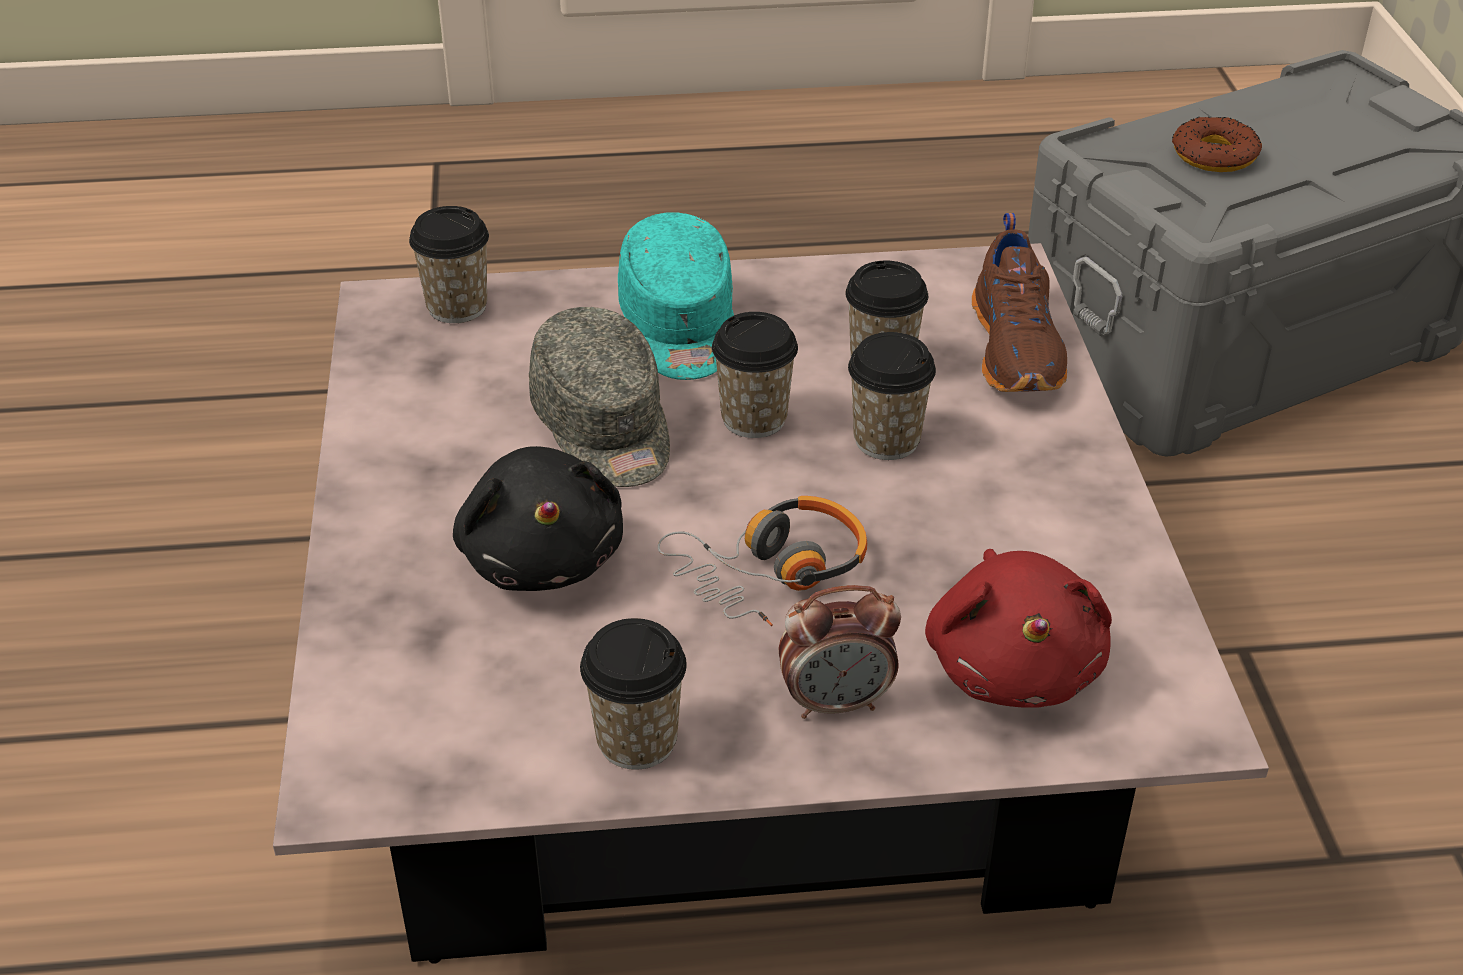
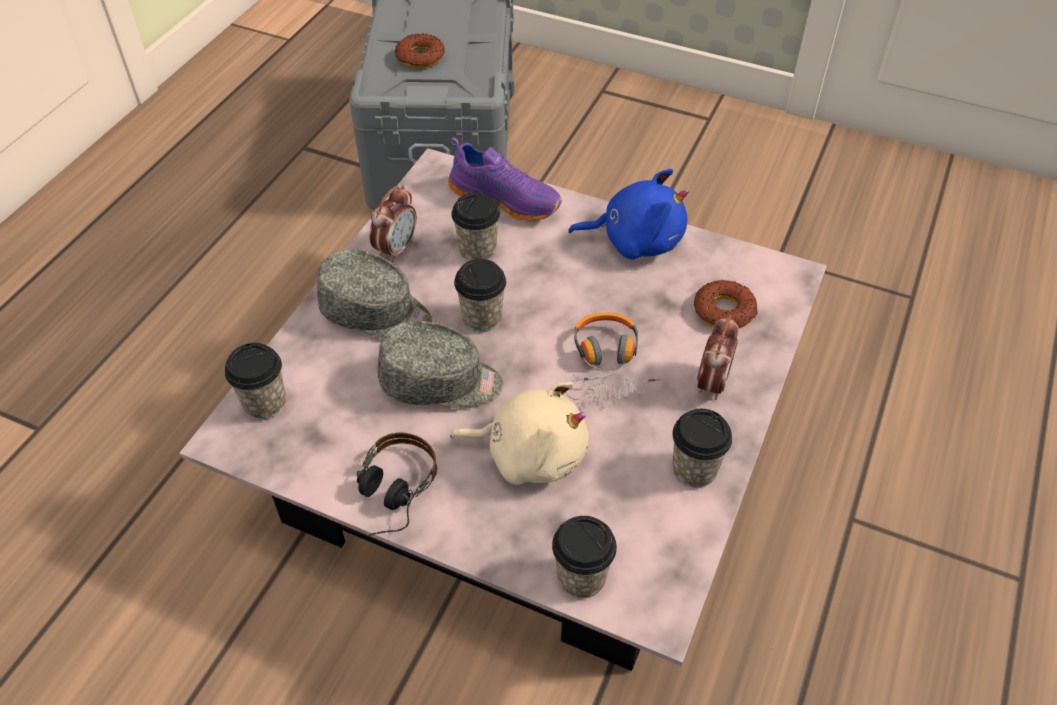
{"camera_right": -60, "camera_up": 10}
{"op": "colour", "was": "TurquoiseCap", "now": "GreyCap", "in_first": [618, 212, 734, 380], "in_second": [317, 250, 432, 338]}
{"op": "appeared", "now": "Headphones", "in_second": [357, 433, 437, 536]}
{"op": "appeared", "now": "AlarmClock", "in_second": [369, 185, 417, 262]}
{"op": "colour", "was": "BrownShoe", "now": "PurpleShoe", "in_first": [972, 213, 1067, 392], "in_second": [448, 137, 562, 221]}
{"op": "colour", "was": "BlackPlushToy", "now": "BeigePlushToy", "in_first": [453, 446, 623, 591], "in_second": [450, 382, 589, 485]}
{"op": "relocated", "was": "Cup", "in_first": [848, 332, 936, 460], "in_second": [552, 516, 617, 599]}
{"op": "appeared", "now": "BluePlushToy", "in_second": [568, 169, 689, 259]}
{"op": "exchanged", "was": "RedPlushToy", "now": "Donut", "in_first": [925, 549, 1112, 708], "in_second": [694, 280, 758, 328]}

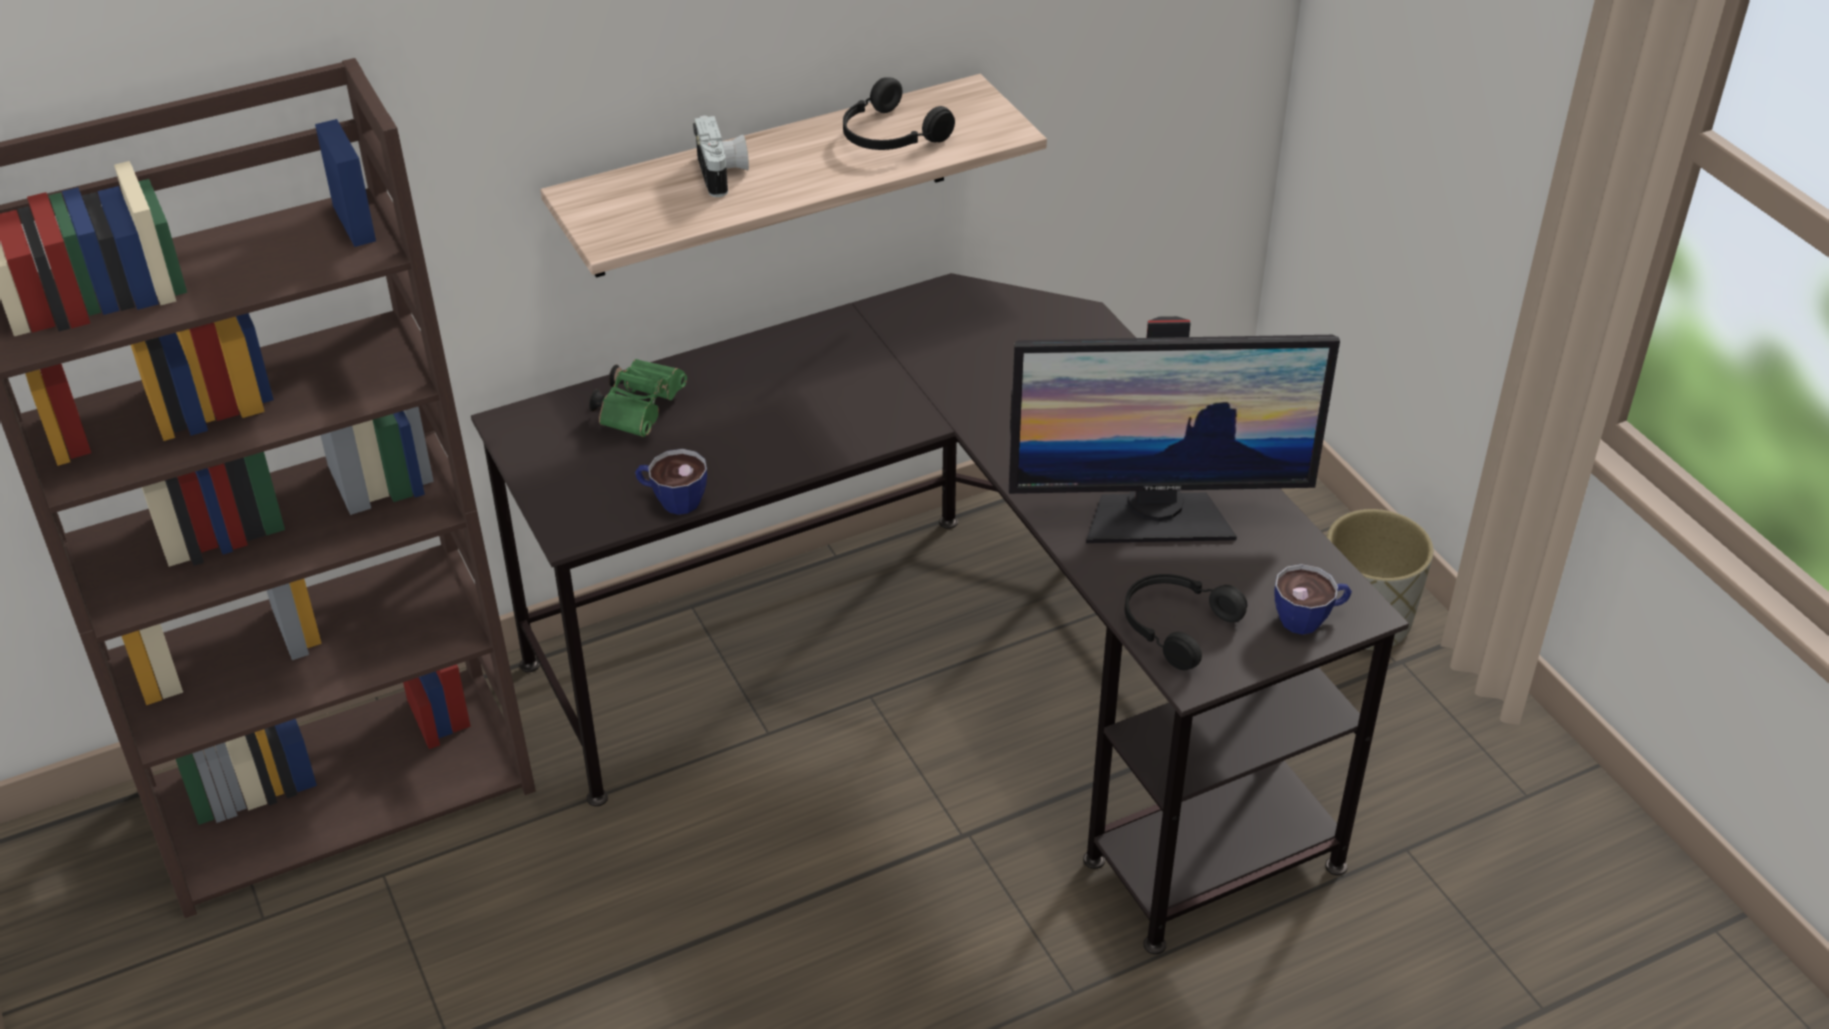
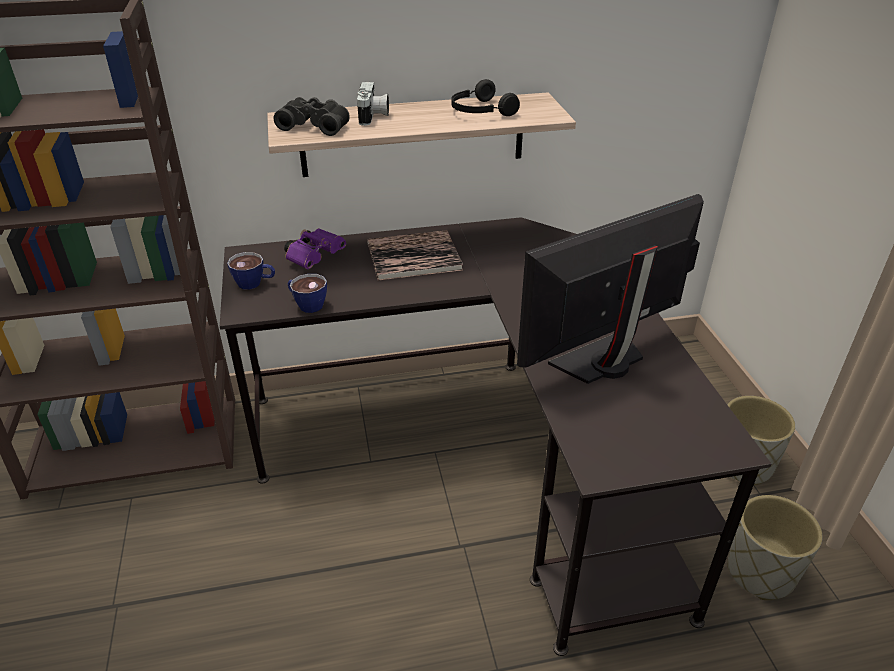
{"camera_right": 15, "camera_up": -5}
{"op": "relocated", "was": "Cup", "in_first": [1274, 564, 1352, 635], "in_second": [227, 252, 275, 290]}
{"op": "appeared", "now": "BlackBinoculars", "in_second": [274, 97, 350, 136]}
{"op": "colour", "was": "GreenBinoculars", "now": "PurpleBinoculars", "in_first": [589, 359, 687, 437], "in_second": [284, 228, 346, 269]}
{"op": "appeared", "now": "Book", "in_second": [367, 230, 463, 280]}
{"op": "spun", "was": "Monitor", "in_first": [1009, 316, 1340, 543], "in_second": [517, 194, 704, 384], "clockwise": 135}
{"op": "appeared", "now": "GreyPlanter", "in_second": [727, 495, 822, 600]}
{"op": "missing", "was": "BlackHeadphones", "in_first": [1124, 574, 1247, 670]}

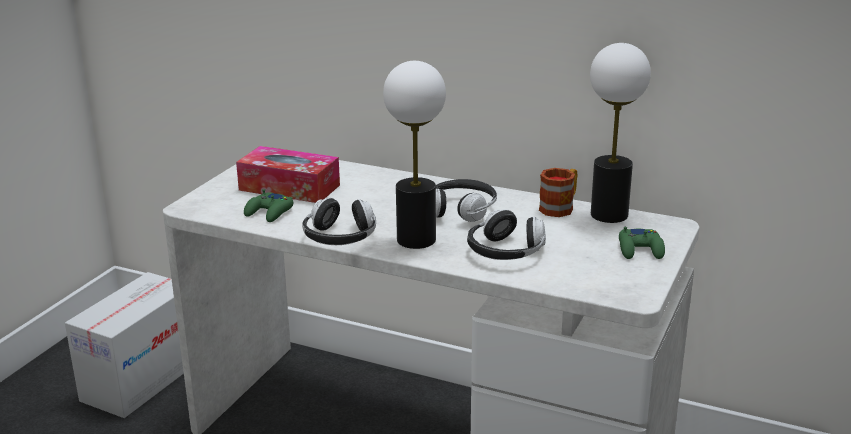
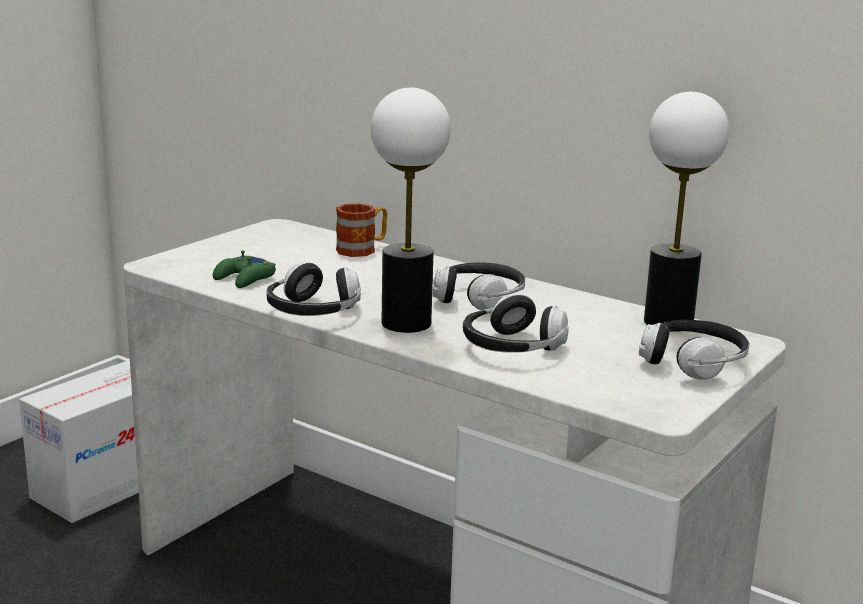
{"camera_right": 10, "camera_up": -5}
{"op": "relocated", "was": "Mug", "in_first": [539, 168, 578, 217], "in_second": [336, 203, 387, 257]}
{"op": "exchanged", "was": "GreenGameController", "now": "Headphones", "in_first": [619, 227, 665, 259], "in_second": [639, 320, 749, 380]}
{"op": "missing", "was": "TissueBox", "in_first": [236, 146, 340, 203]}

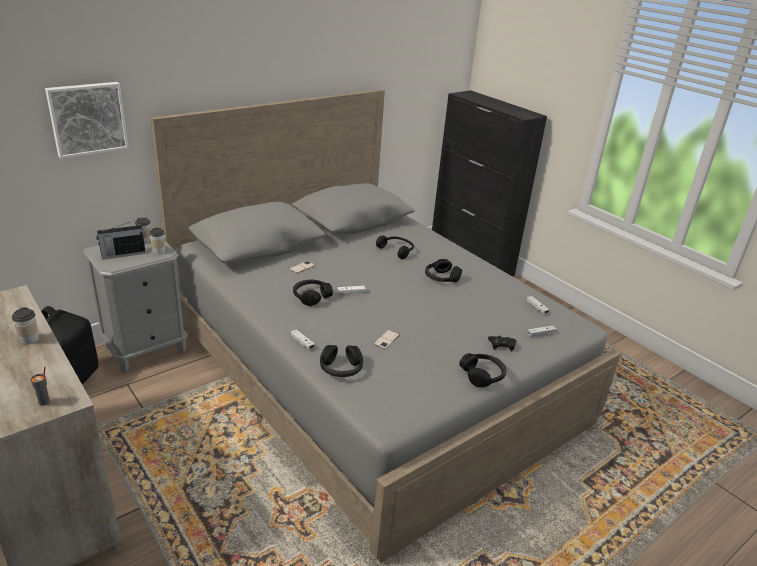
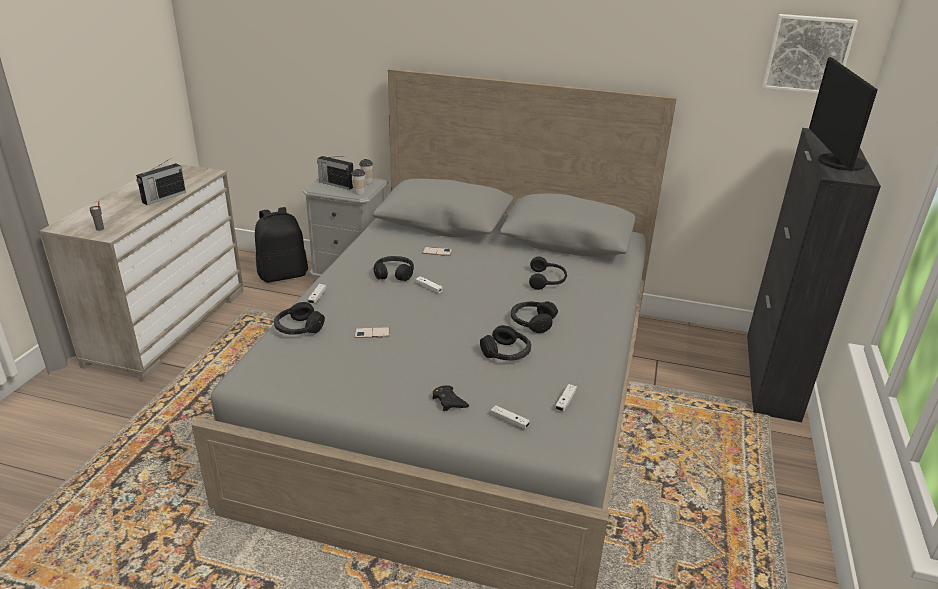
{"camera_right": 55, "camera_up": 0}
{"op": "exchanged", "was": "Cup", "now": "Radio", "in_first": [12, 307, 39, 344], "in_second": [136, 159, 186, 205]}
{"op": "relocated", "was": "BlackHeadphones", "in_first": [459, 353, 507, 388], "in_second": [480, 325, 531, 360]}
{"op": "relocated", "was": "Picture", "in_first": [45, 82, 129, 159], "in_second": [763, 14, 858, 93]}
{"op": "appeared", "now": "Monitor", "in_second": [809, 57, 878, 172]}

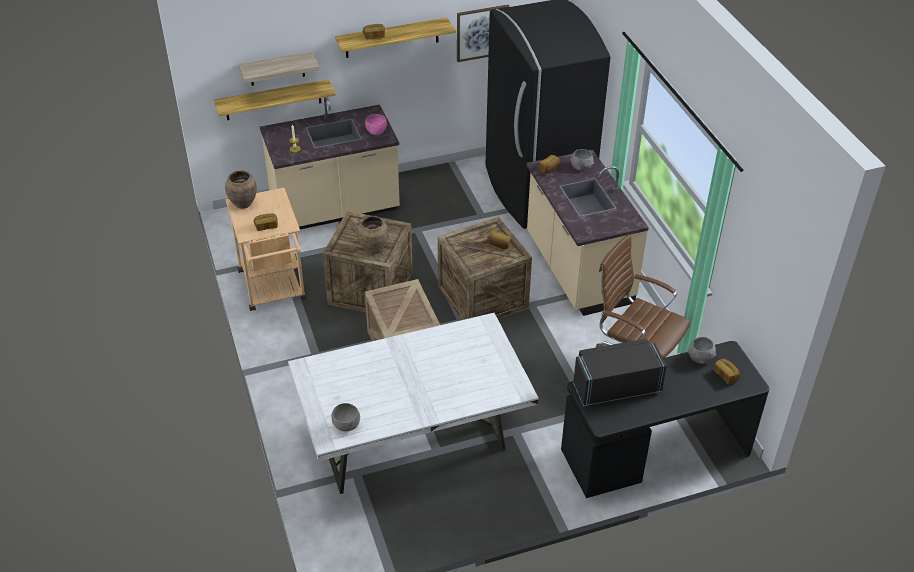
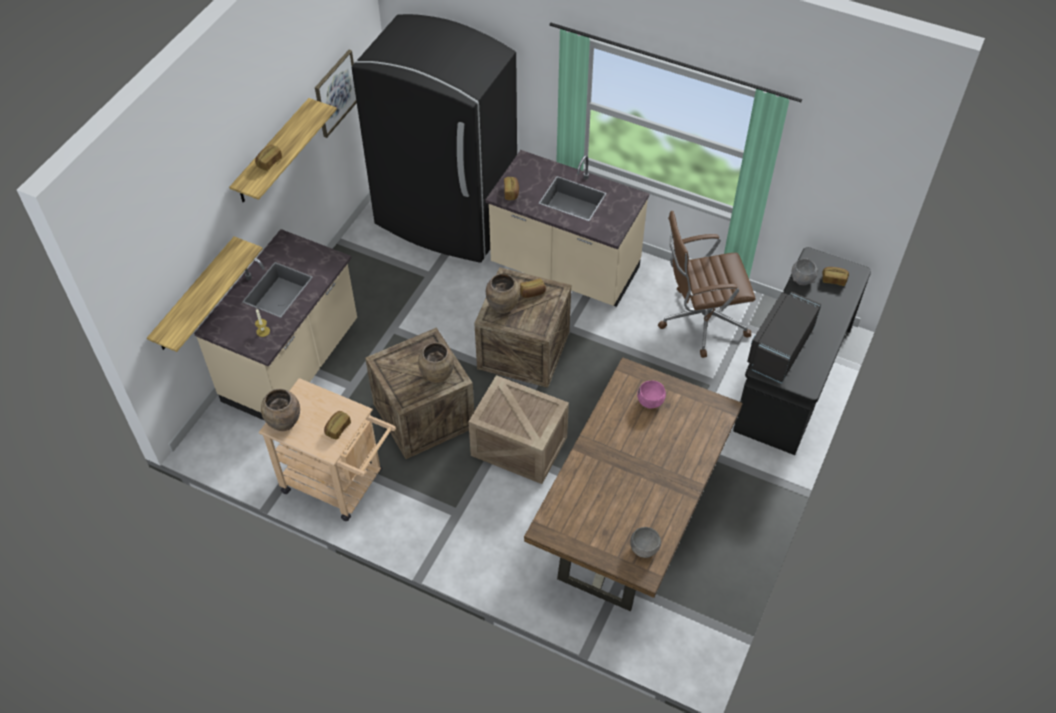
{"camera_right": -45, "camera_up": 10}
{"op": "appeared", "now": "BrownVase", "in_second": [486, 273, 520, 314]}
{"op": "colour", "was": "WhiteDiningTable", "now": "BrownDiningTable", "in_first": [288, 313, 539, 494], "in_second": [524, 357, 743, 611]}
{"op": "relocated", "was": "PinkBowl", "in_first": [365, 114, 387, 135], "in_second": [637, 381, 666, 408]}
{"op": "missing", "was": "Shelf", "in_first": [238, 52, 320, 86]}
{"op": "missing", "was": "GreyBowl", "in_first": [570, 149, 594, 171]}

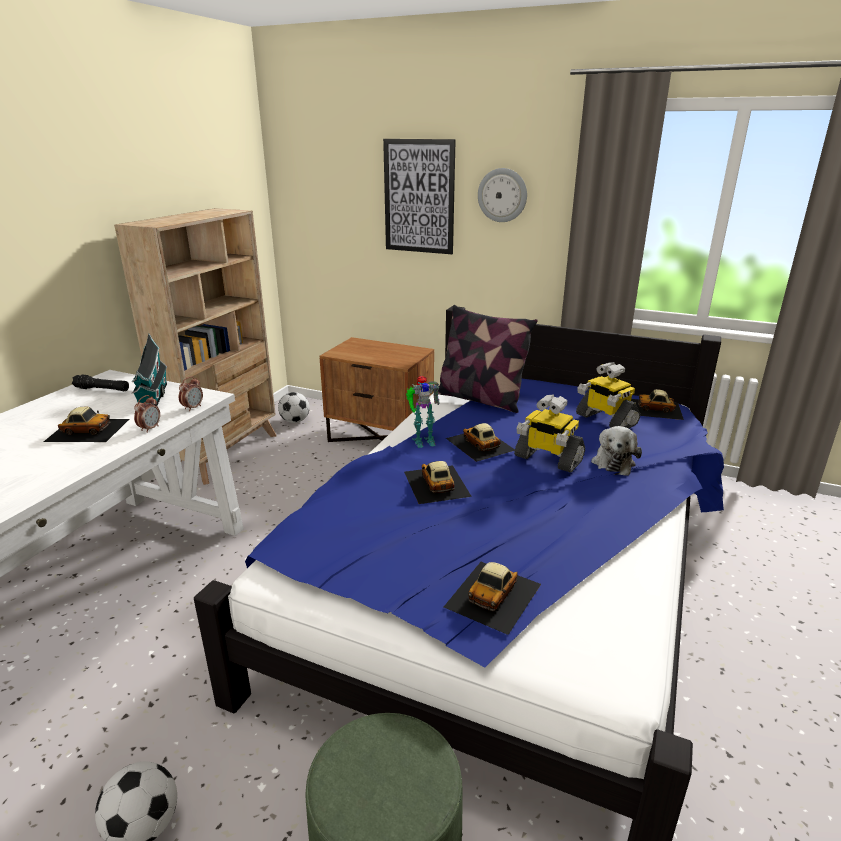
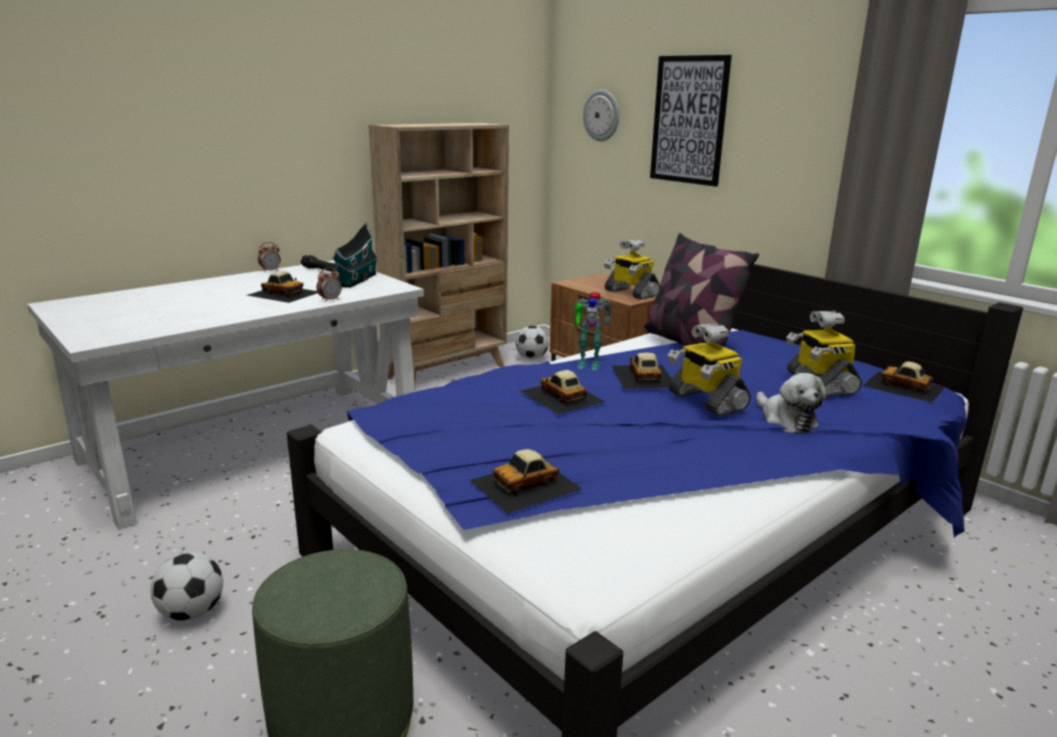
{"camera_right": 25, "camera_up": -5}
{"op": "relocated", "was": "AlarmClock", "in_first": [179, 376, 203, 411], "in_second": [258, 242, 281, 272]}
{"op": "spun", "was": "ToyCar", "in_first": [404, 461, 472, 504], "in_second": [520, 370, 605, 414], "clockwise": -45}
{"op": "relocated", "was": "WallClock", "in_first": [478, 168, 527, 222], "in_second": [583, 89, 619, 141]}
{"op": "appeared", "now": "ToyRobot", "in_second": [604, 239, 660, 300]}
{"op": "spun", "was": "PlushToy", "in_first": [591, 426, 642, 476], "in_second": [756, 373, 826, 434], "clockwise": -60}

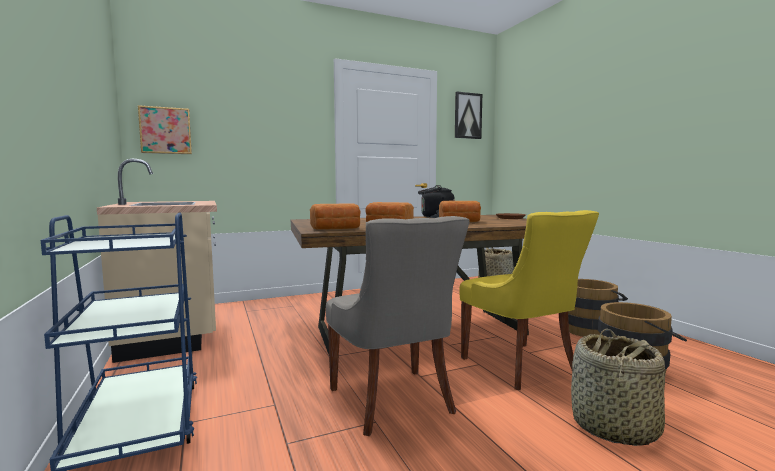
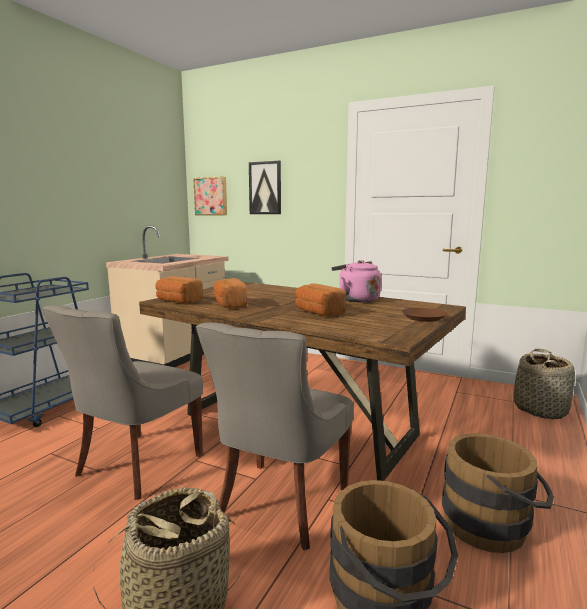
{"camera_right": 50, "camera_up": 5}
{"op": "colour", "was": "YellowChair", "now": "GreyChair", "in_first": [459, 210, 599, 390], "in_second": [196, 322, 353, 550]}
{"op": "relocated", "was": "Picture", "in_first": [455, 92, 482, 139], "in_second": [249, 161, 281, 214]}
{"op": "colour", "was": "BlackKettle", "now": "PinkKettle", "in_first": [418, 185, 455, 218], "in_second": [332, 260, 381, 302]}

